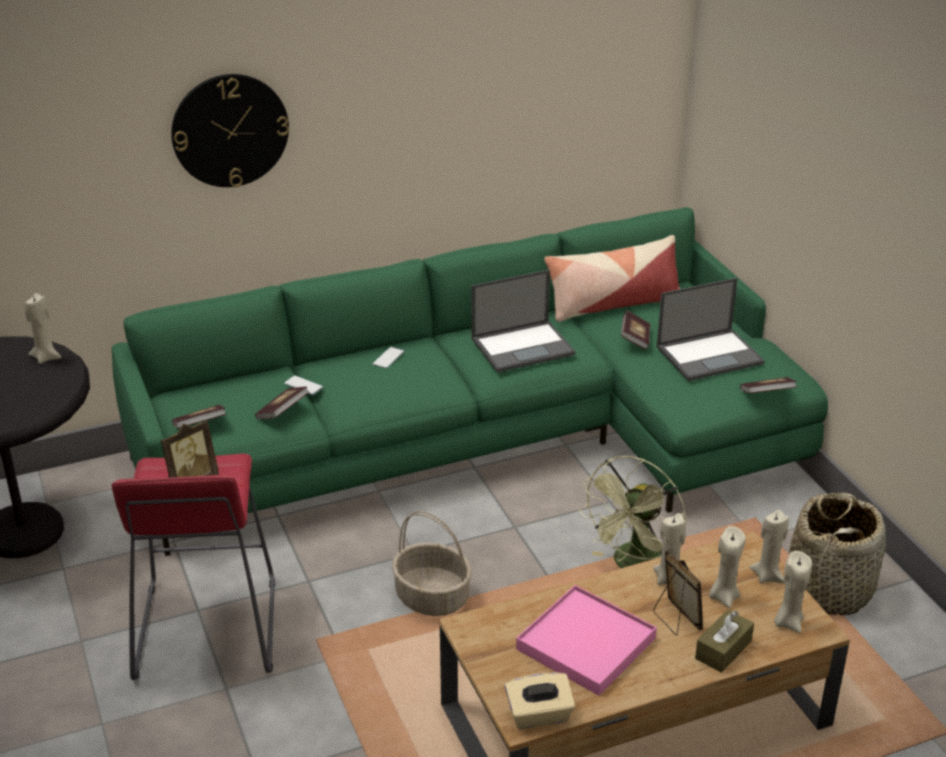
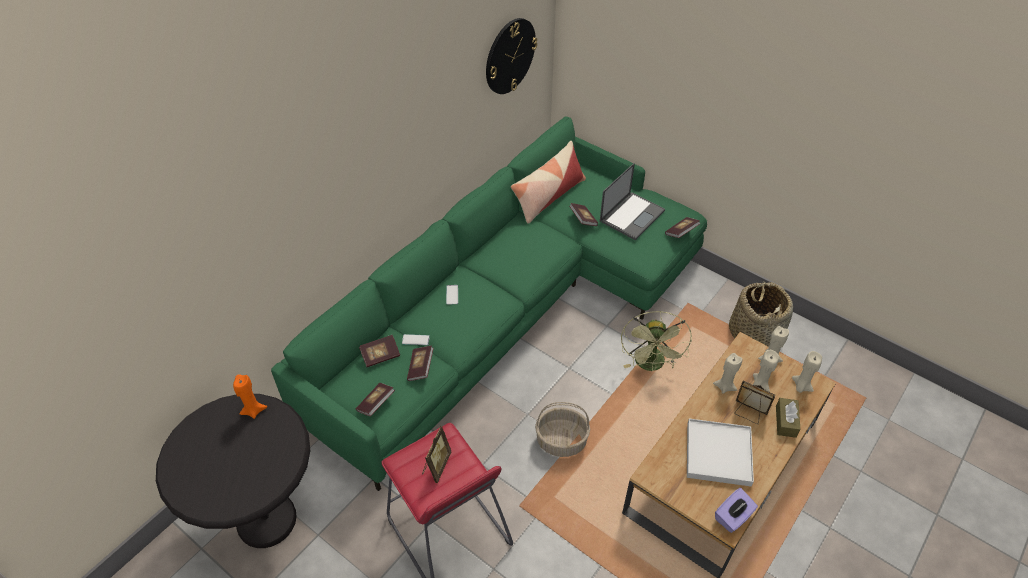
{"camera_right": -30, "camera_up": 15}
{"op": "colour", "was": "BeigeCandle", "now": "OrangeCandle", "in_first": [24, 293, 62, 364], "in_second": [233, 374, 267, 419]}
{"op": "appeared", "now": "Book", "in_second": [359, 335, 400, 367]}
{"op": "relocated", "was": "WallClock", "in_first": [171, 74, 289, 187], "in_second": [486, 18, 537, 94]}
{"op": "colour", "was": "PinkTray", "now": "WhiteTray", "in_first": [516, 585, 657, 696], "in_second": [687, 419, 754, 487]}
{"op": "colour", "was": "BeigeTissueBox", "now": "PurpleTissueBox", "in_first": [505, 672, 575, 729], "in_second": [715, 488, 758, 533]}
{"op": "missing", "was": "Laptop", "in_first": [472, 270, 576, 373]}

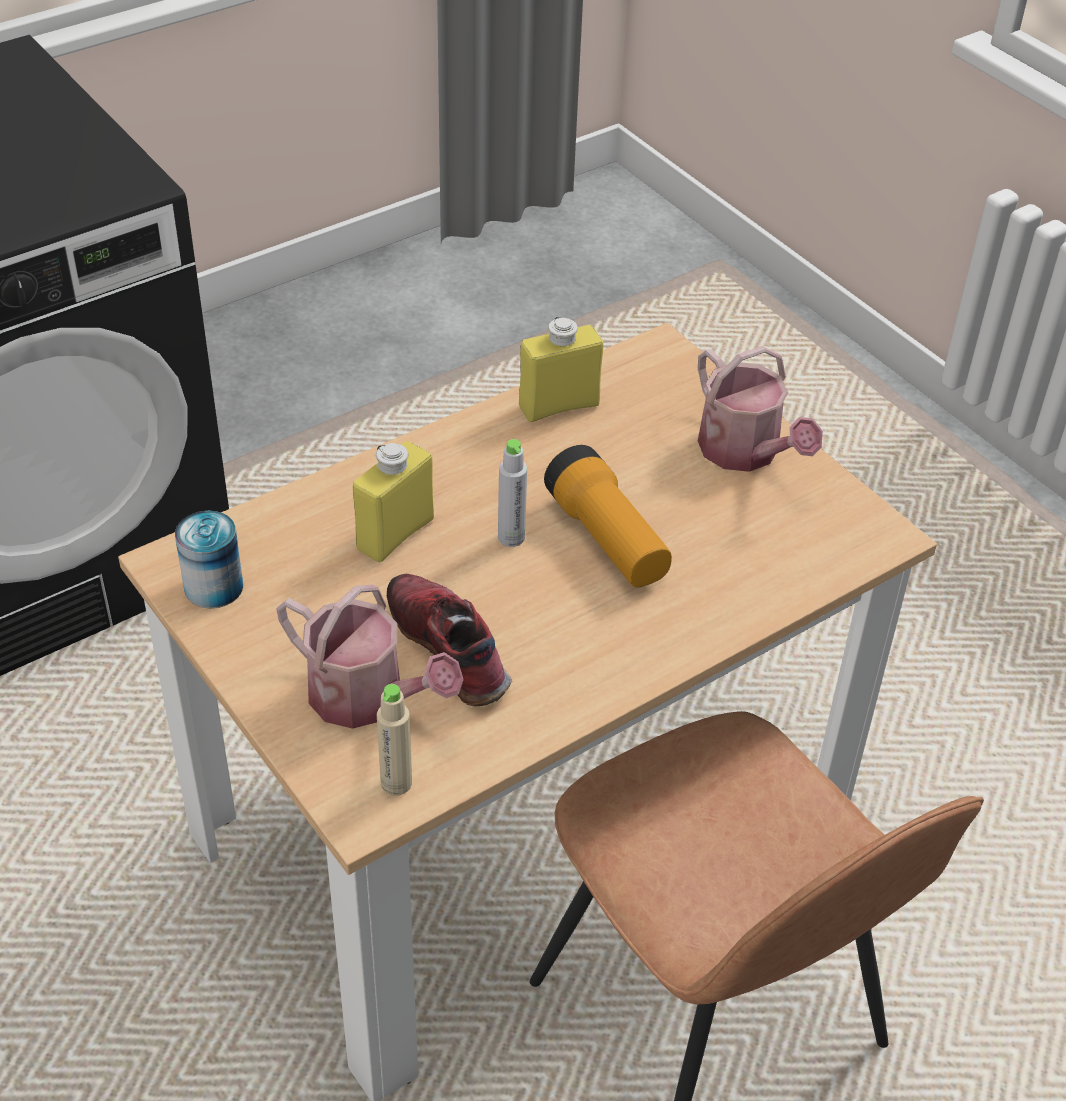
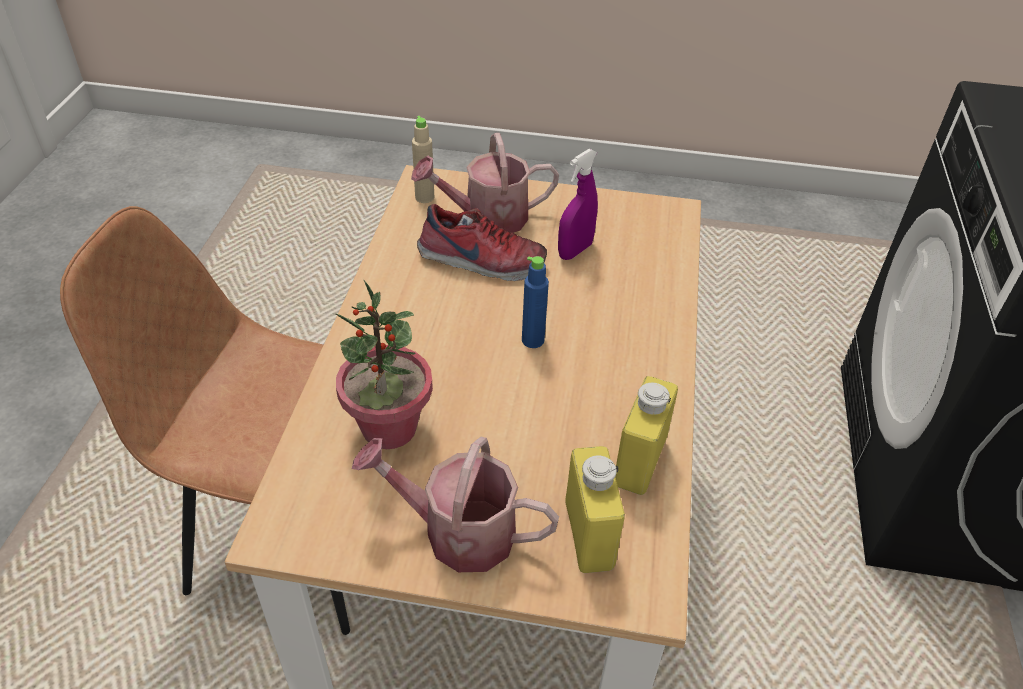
{"camera_right": 135, "camera_up": 0}
{"op": "appeared", "now": "PottedPlant", "in_second": [336, 280, 433, 449]}
{"op": "colour", "was": "GreyBottle", "now": "BlueBottle", "in_first": [498, 439, 527, 547], "in_second": [522, 256, 549, 348]}
{"op": "appeared", "now": "PurpleSprayBottle", "in_second": [558, 149, 598, 260]}
{"op": "relocated", "was": "YellowBottle", "in_first": [353, 441, 434, 562], "in_second": [565, 446, 625, 573]}
{"op": "missing", "was": "Can", "in_first": [175, 511, 243, 609]}
{"op": "missing", "was": "Flashlight", "in_first": [544, 445, 672, 587]}

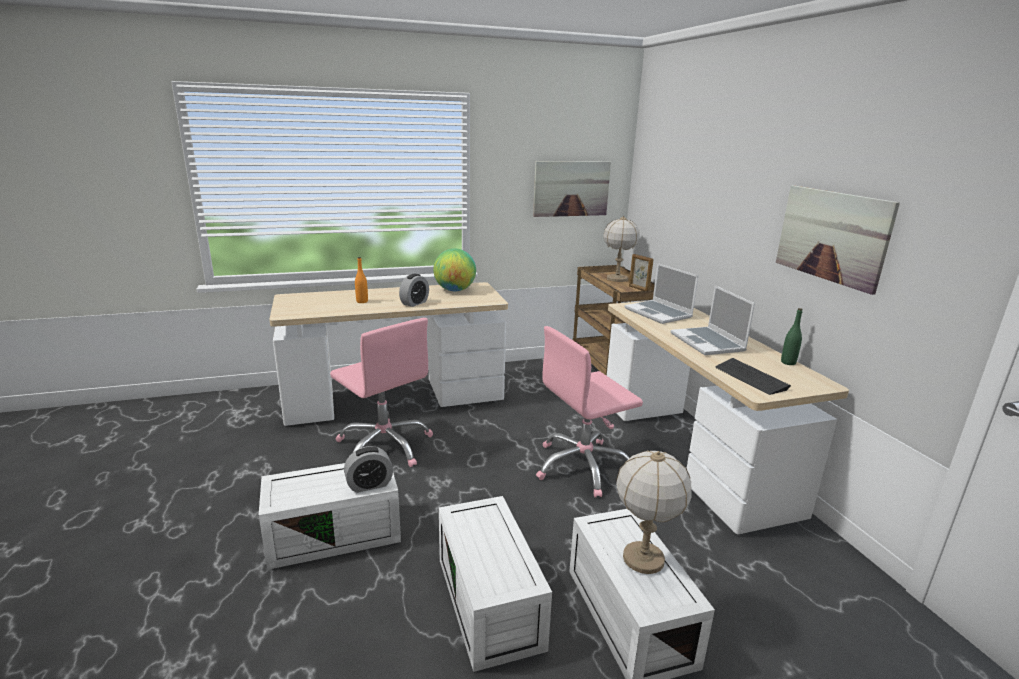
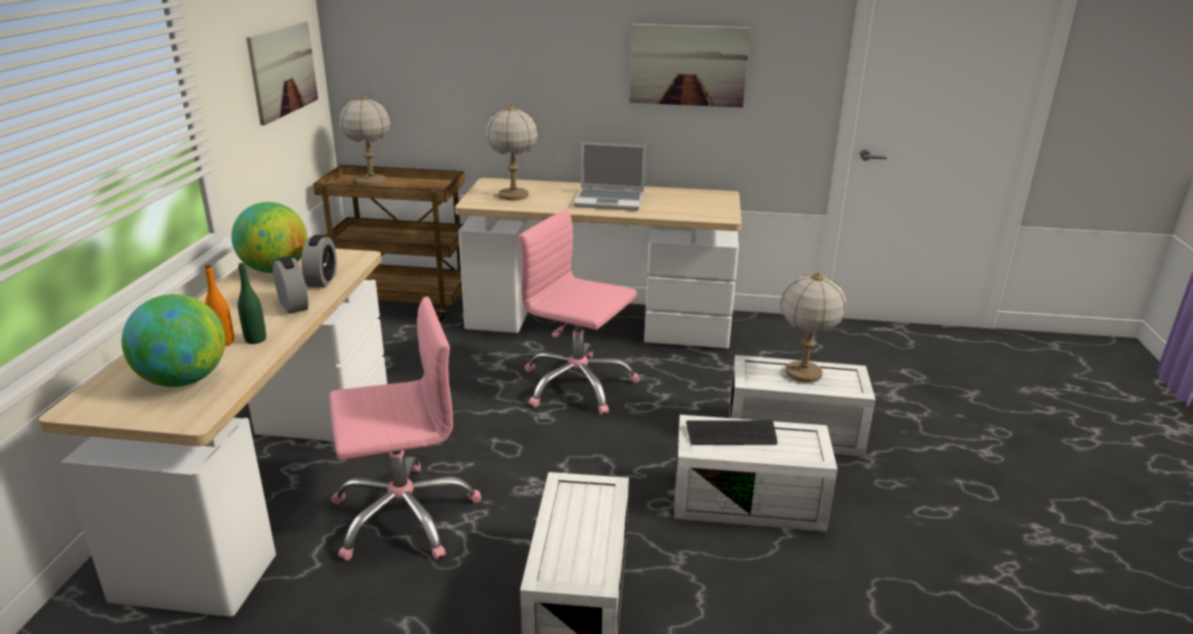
{"camera_right": -65, "camera_up": 5}
{"op": "appeared", "now": "Globe", "in_second": [122, 294, 225, 387]}
{"op": "relocated", "was": "GreenBottle", "in_first": [781, 308, 802, 365], "in_second": [238, 263, 266, 344]}
{"op": "relocated", "was": "AlarmClock", "in_first": [344, 446, 393, 493], "in_second": [302, 235, 337, 287]}
{"op": "exchanged", "was": "Laptop", "now": "TableLamp", "in_first": [625, 263, 698, 324], "in_second": [486, 104, 539, 200]}
{"op": "spun", "was": "PinkOfficeChair", "in_first": [536, 326, 643, 497], "in_second": [519, 209, 639, 415], "clockwise": 120}
{"op": "relocated", "was": "Keyboard", "in_first": [716, 358, 791, 395], "in_second": [686, 420, 777, 445]}
{"op": "missing", "was": "PictureFrame", "in_first": [629, 254, 653, 291]}

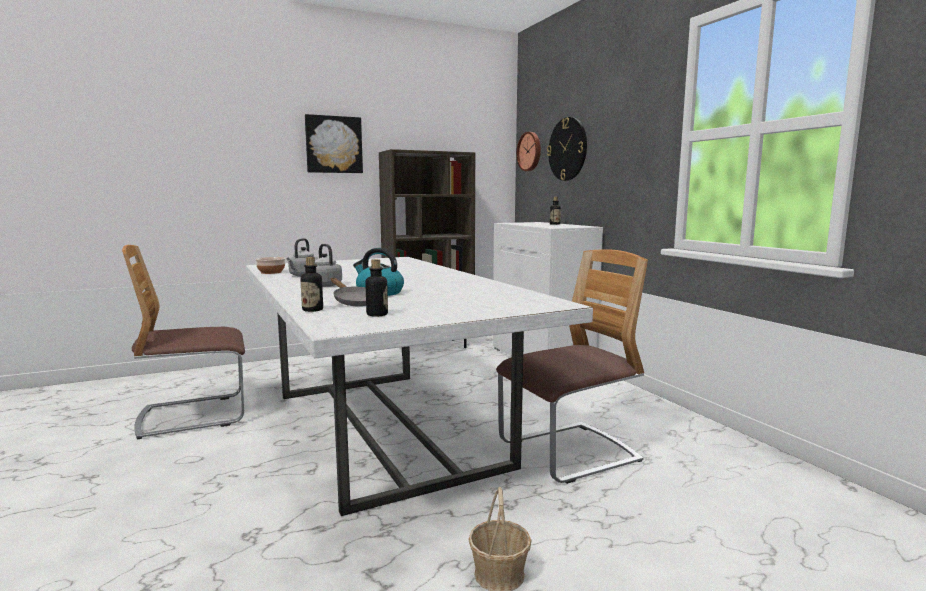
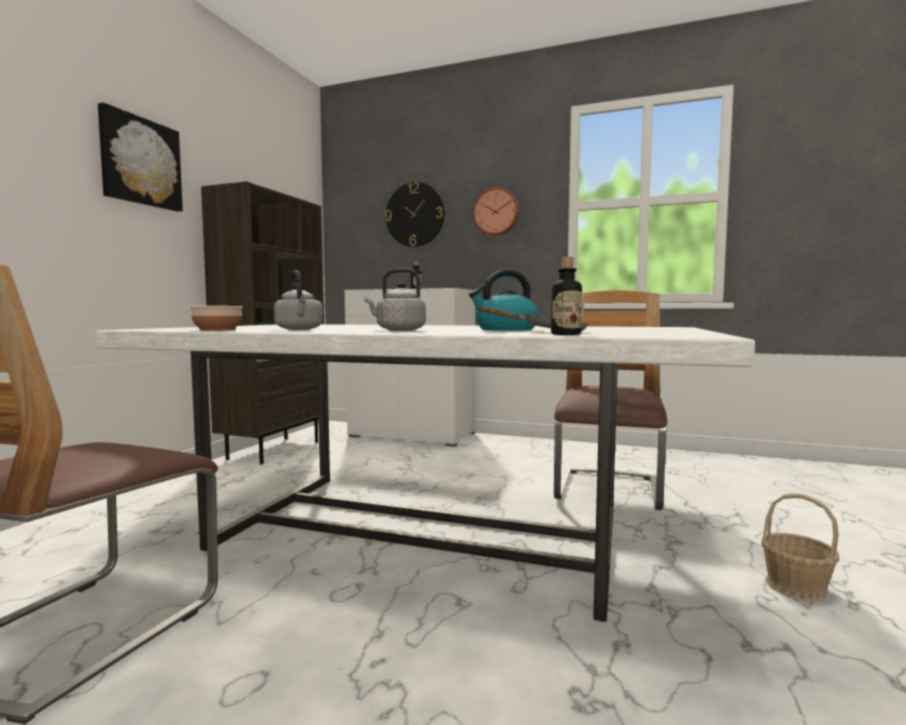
{"camera_right": -45, "camera_up": -5}
{"op": "relocated", "was": "WallClock", "in_first": [517, 132, 541, 171], "in_second": [473, 187, 519, 236]}
{"op": "missing", "was": "Bottle", "in_first": [365, 259, 388, 317]}

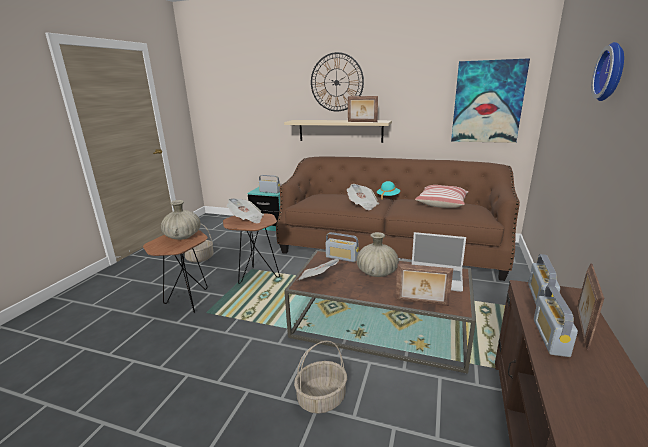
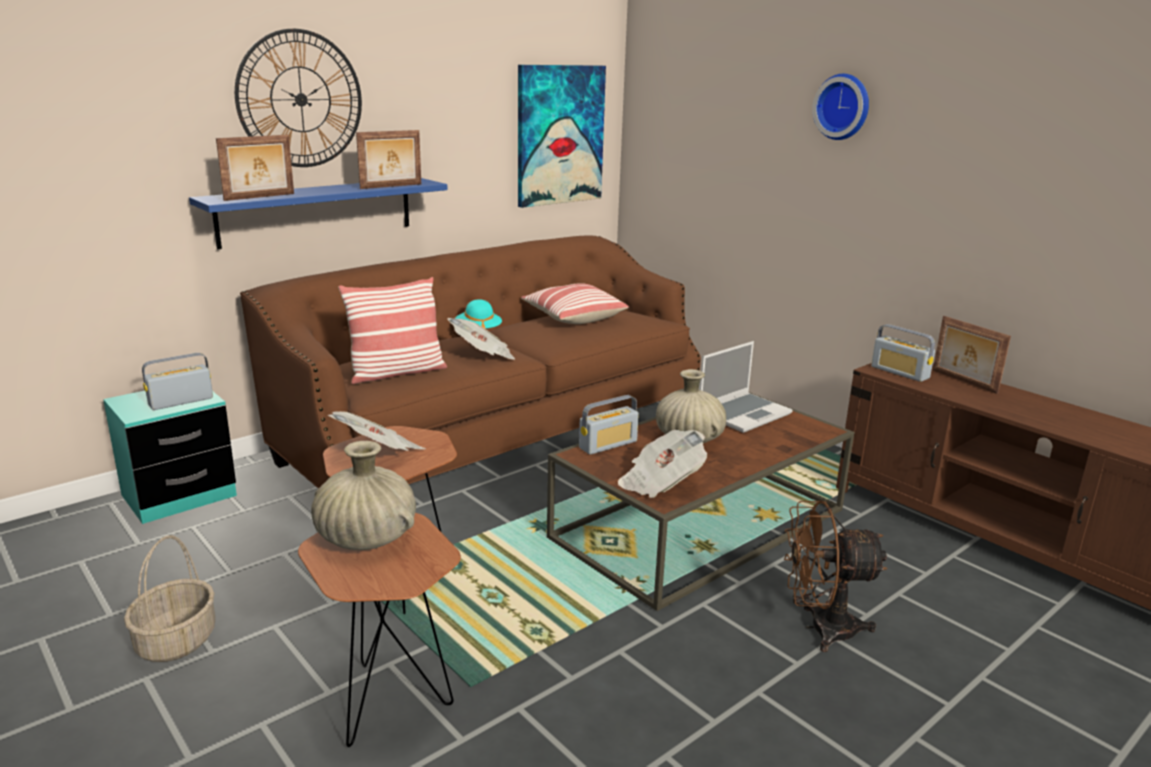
{"camera_right": -60, "camera_up": 0}
{"op": "colour", "was": "BeigeShelf", "now": "BlueShelf", "in_first": [284, 120, 392, 143], "in_second": [189, 178, 447, 250]}
{"op": "relocated", "was": "PictureFrame", "in_first": [396, 263, 453, 306], "in_second": [216, 135, 294, 201]}
{"op": "appeared", "now": "Pillow", "in_second": [338, 277, 447, 384]}
{"op": "exchanged", "was": "Basket", "now": "BrownFan", "in_first": [294, 341, 347, 414], "in_second": [784, 500, 888, 652]}
{"op": "missing", "was": "Radio", "in_first": [534, 286, 578, 357]}

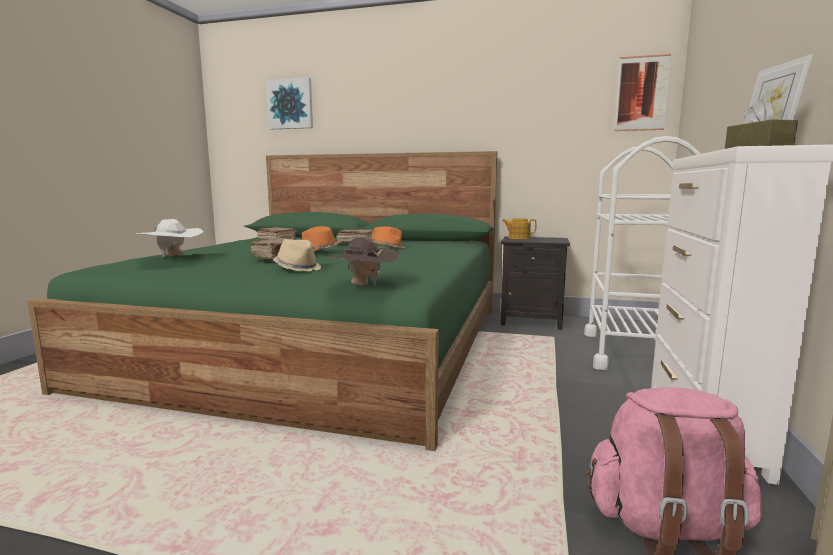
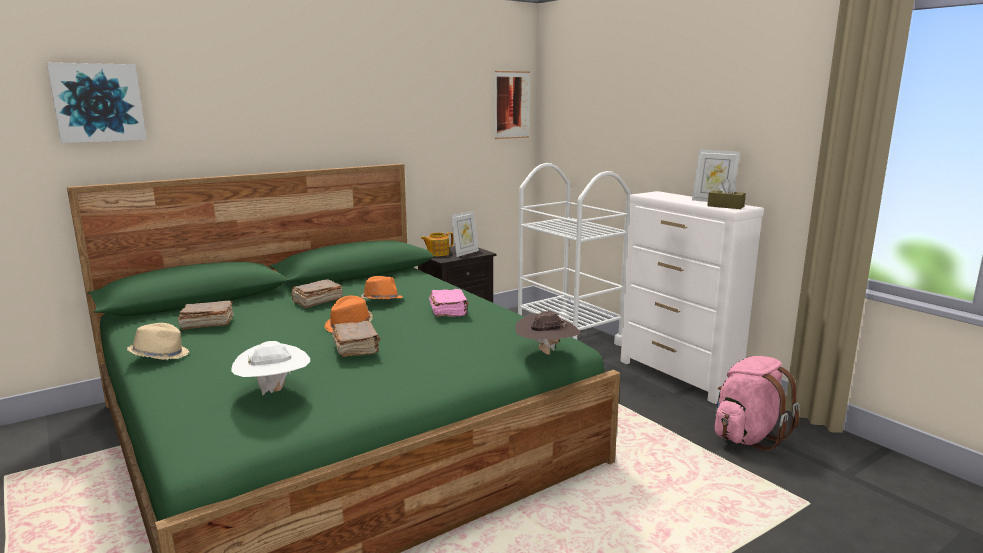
{"camera_right": -50, "camera_up": 5}
{"op": "relocated", "was": "BeigeHat", "in_first": [273, 239, 321, 271], "in_second": [127, 323, 189, 360]}
{"op": "appeared", "now": "PinkBook", "in_second": [429, 289, 469, 317]}
{"op": "appeared", "now": "PictureFrame", "in_second": [451, 211, 479, 257]}

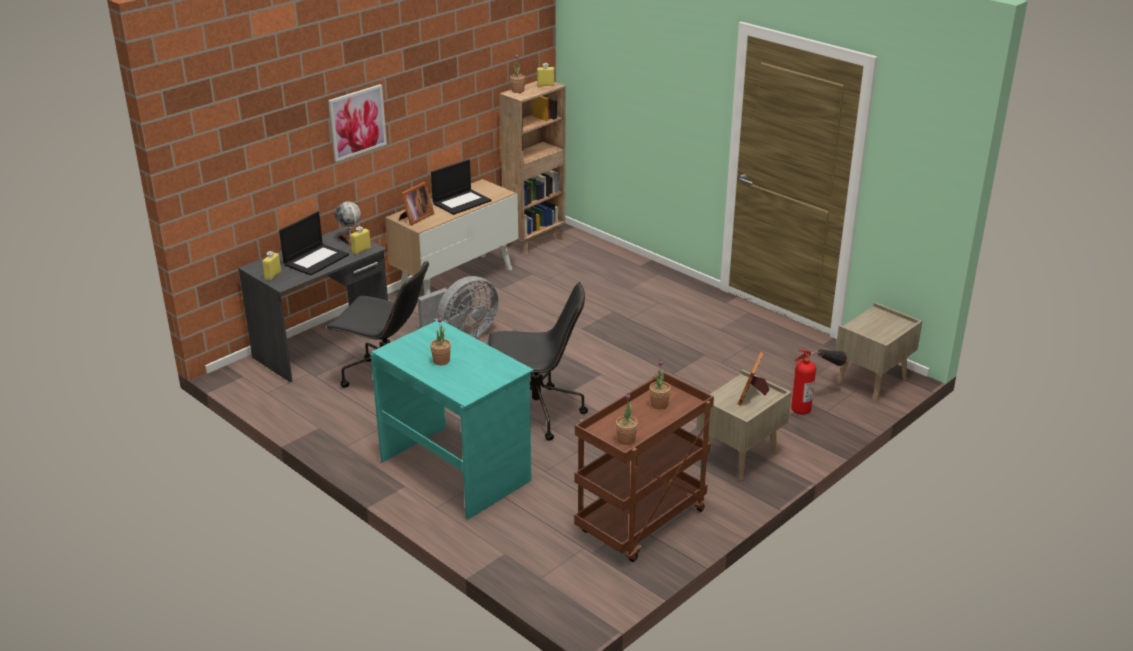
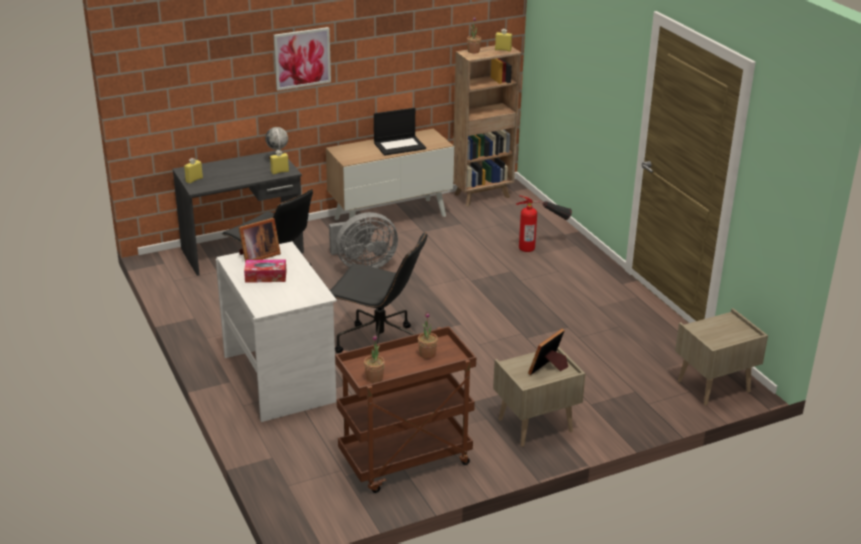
{"camera_right": 20, "camera_up": 0}
{"op": "colour", "was": "TurquoiseDesk", "now": "WhiteDesk", "in_first": [371, 320, 533, 520], "in_second": [216, 242, 337, 422]}
{"op": "relocated", "was": "PictureFrame", "in_first": [399, 182, 434, 225], "in_second": [239, 218, 281, 262]}
{"op": "exchanged", "was": "PottedPlant", "now": "TissueBox", "in_first": [430, 317, 451, 365], "in_second": [244, 259, 286, 283]}
{"op": "relocated", "was": "FireExtinguisher", "in_first": [791, 350, 847, 415], "in_second": [516, 195, 572, 252]}
{"op": "missing", "was": "Laptop", "in_first": [279, 211, 349, 275]}

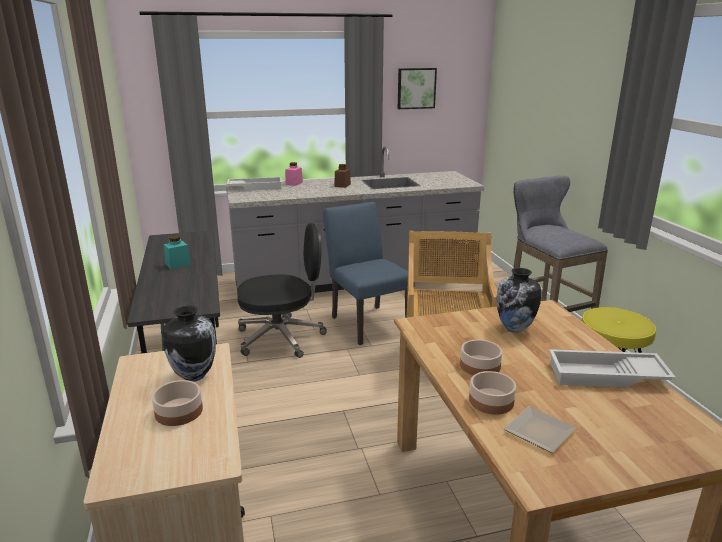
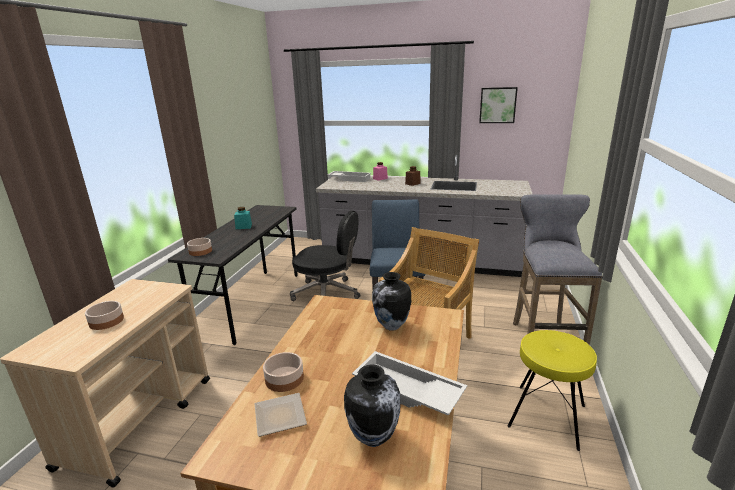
{"camera_right": 30, "camera_up": 0}
{"op": "relocated", "was": "Bowl", "in_first": [460, 340, 502, 375], "in_second": [187, 238, 212, 256]}
{"op": "relocated", "was": "Vase", "in_first": [162, 305, 216, 382], "in_second": [344, 364, 401, 447]}

